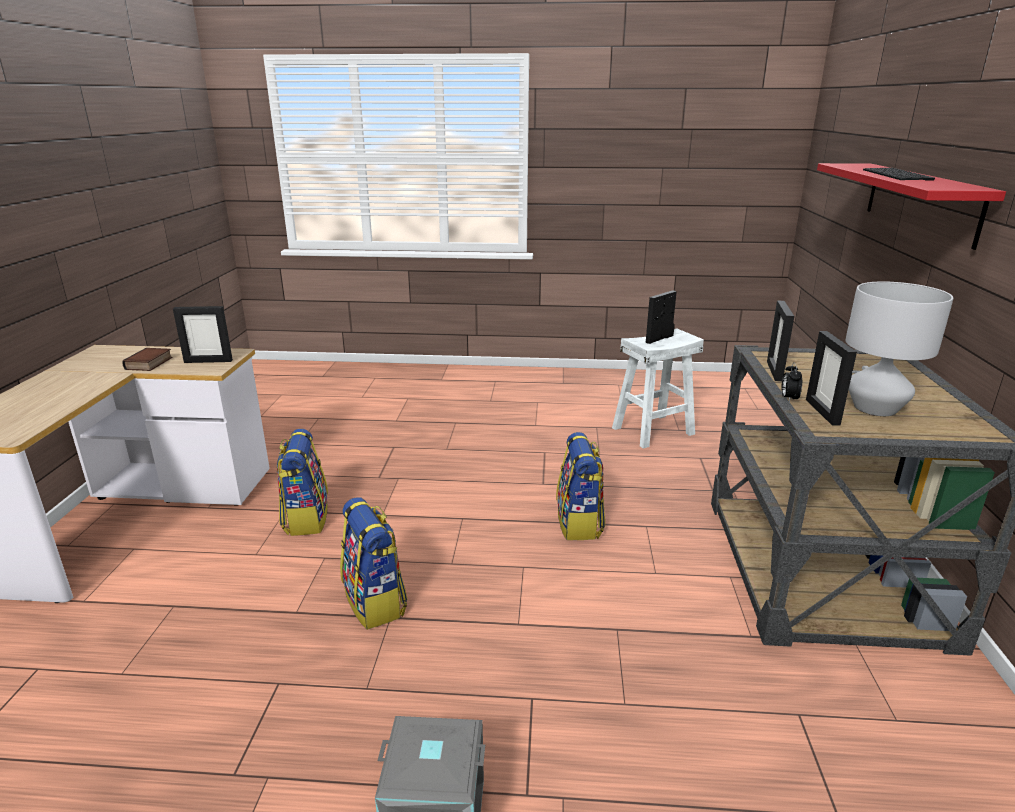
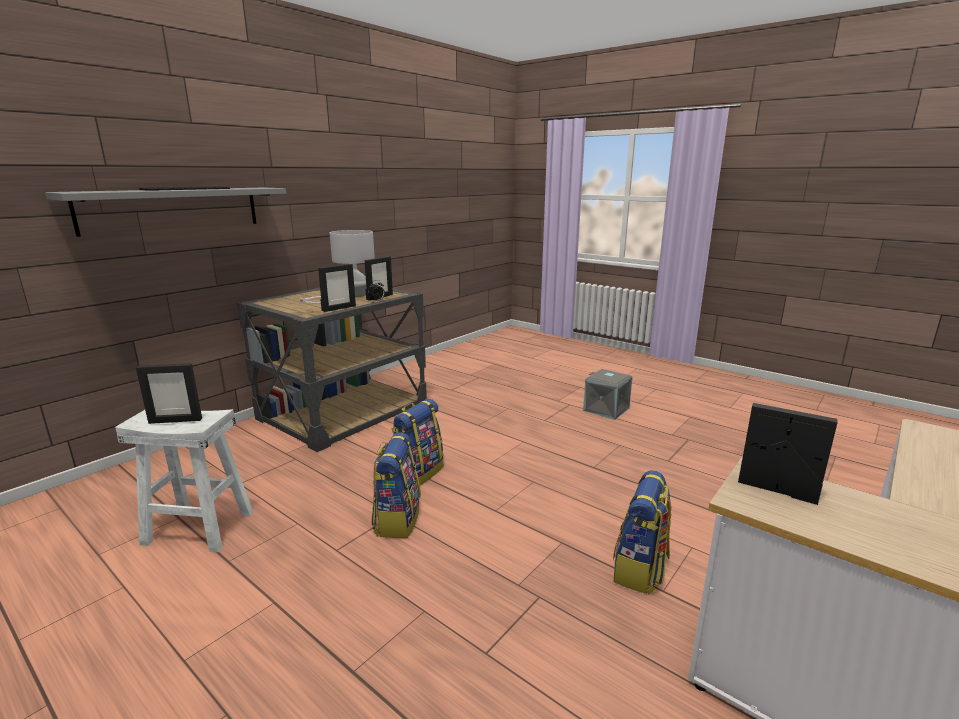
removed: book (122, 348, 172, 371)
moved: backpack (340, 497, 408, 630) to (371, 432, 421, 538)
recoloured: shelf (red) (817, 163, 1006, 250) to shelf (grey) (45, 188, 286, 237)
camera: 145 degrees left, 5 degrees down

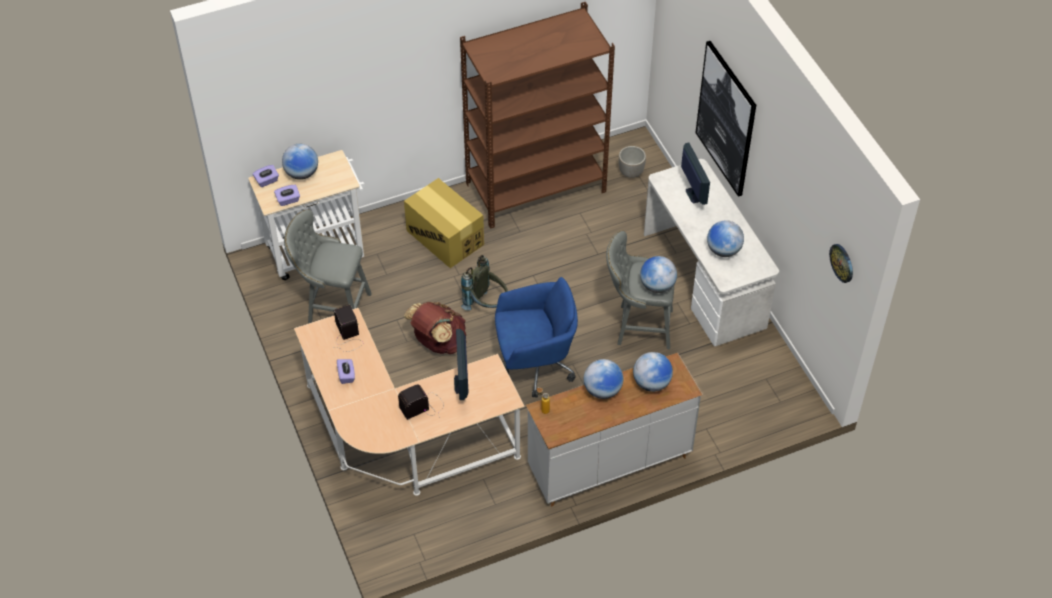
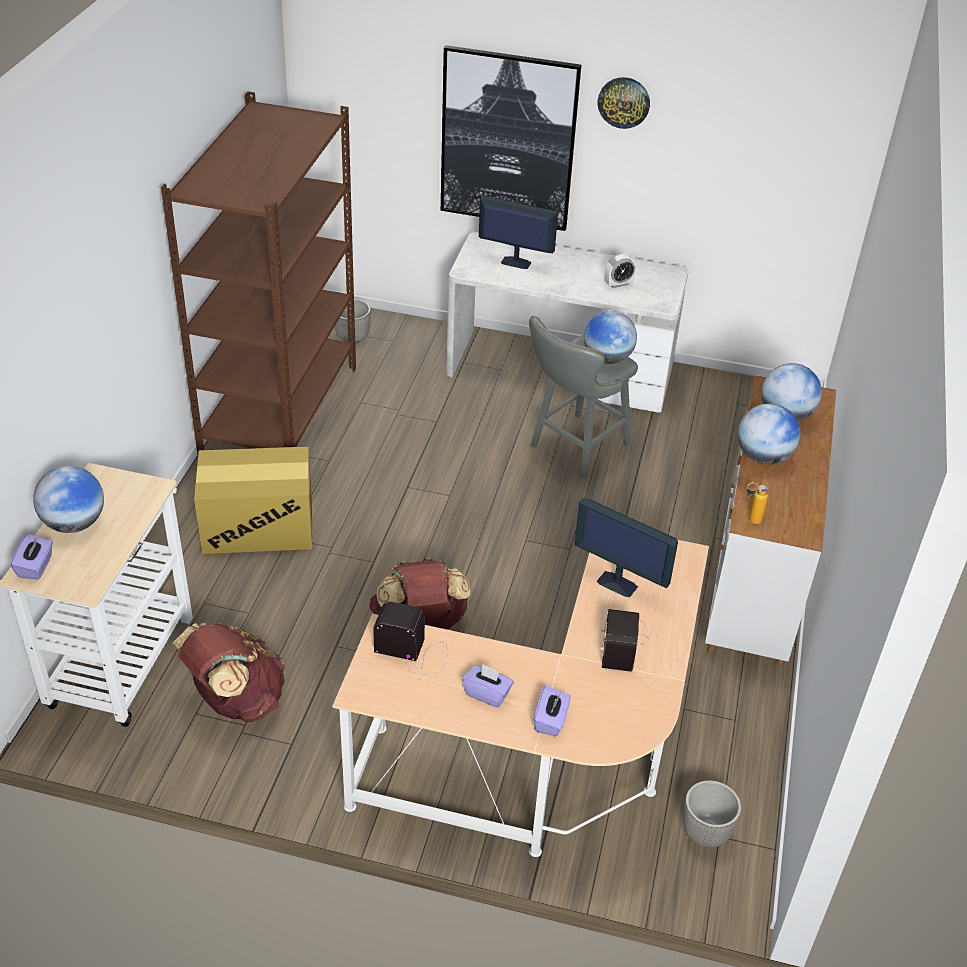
removed: backpack (grey) (461, 255, 508, 310); office chair (blue) (495, 277, 578, 398)
added: planter (683, 780, 742, 847)
moved: tissue box (purple) (274, 185, 300, 206) to (533, 685, 571, 736); wall clock (829, 244, 853, 283) to (598, 77, 650, 129)
replaced: stool (grey) (284, 210, 372, 323) to backpack (brown) (172, 623, 285, 722); globe (707, 220, 744, 257) to alarm clock (605, 254, 636, 288)
camera: 55 degrees left, 10 degrees down

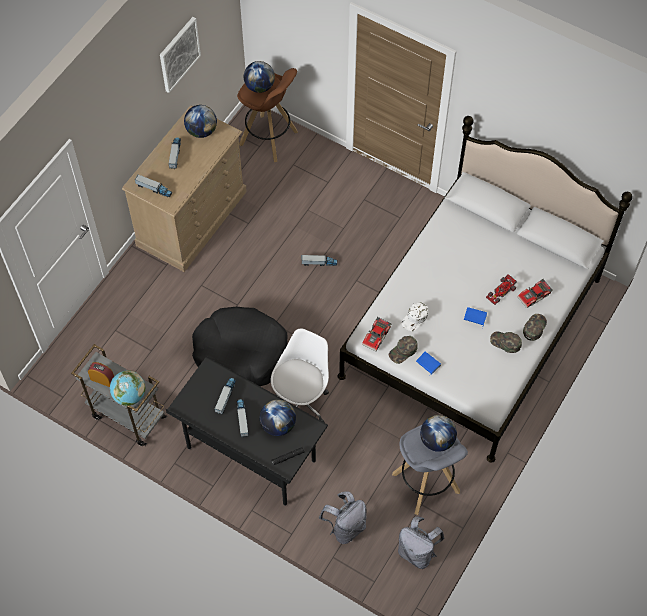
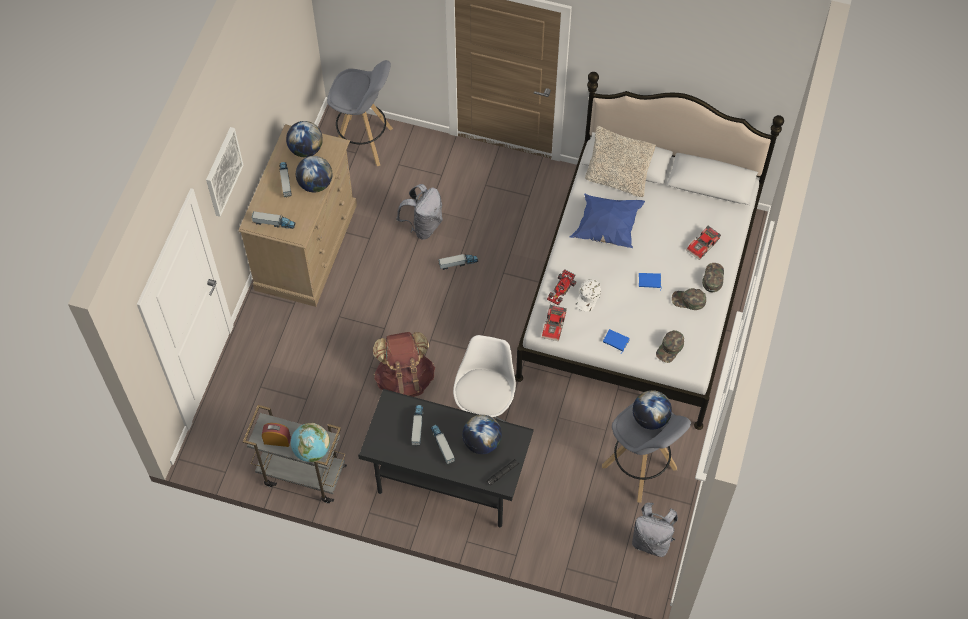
added: pillow (blue) (570, 193, 645, 248); pillow (beige) (585, 126, 656, 197)
moved: picture (160, 17, 201, 93) to (206, 127, 243, 217); globe (244, 61, 275, 93) to (296, 156, 332, 193); backpack (grey) (319, 491, 367, 544) to (396, 184, 443, 240); cap (green) (389, 336, 418, 364) to (656, 330, 684, 363); toy car (486, 274, 517, 305) to (547, 269, 576, 305)
replaced: dog bed (black) (192, 307, 288, 386) to backpack (brown) (373, 332, 435, 397)
recoloured: stool (brown) (237, 68, 298, 162) to stool (grey) (327, 60, 393, 166)
camera: 15 degrees left, 0 degrees up

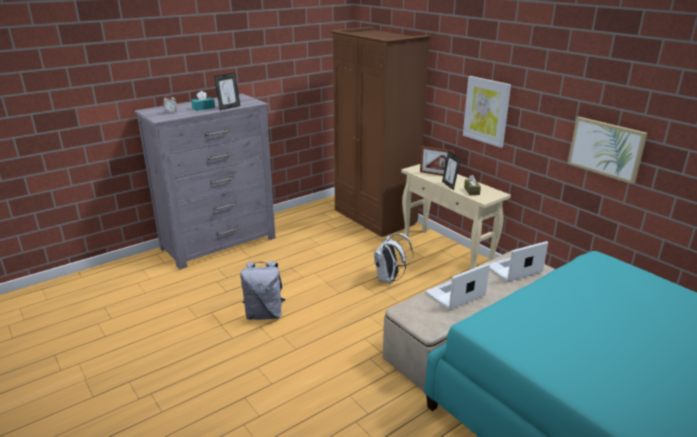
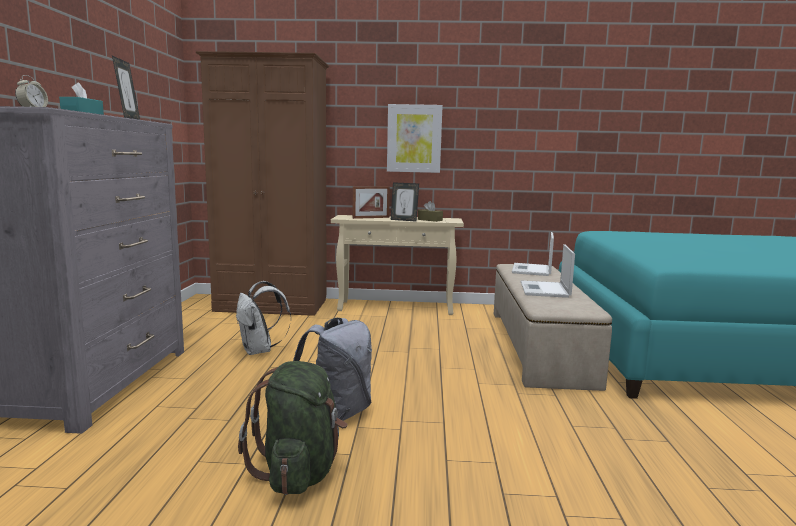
removed: picture (568, 117, 647, 184)
added: backpack (green) (238, 361, 347, 495)
moved: backpack (white) (374, 233, 413, 283) to (236, 281, 291, 355)
camera: 50 degrees left, 15 degrees down

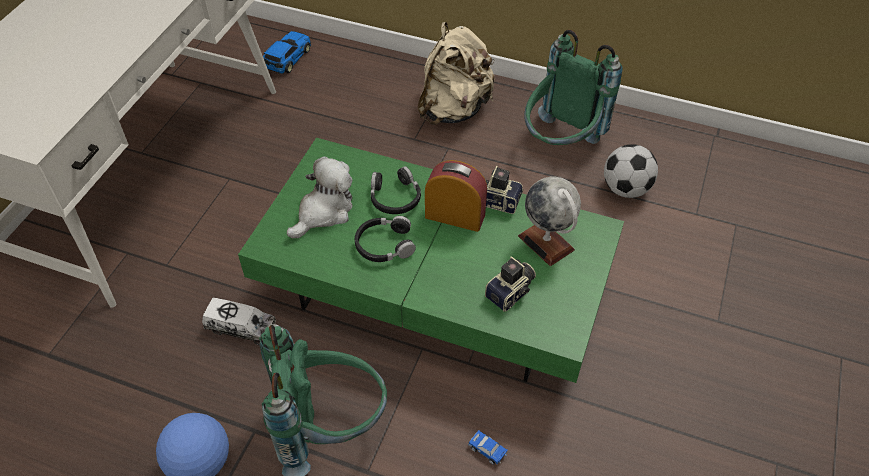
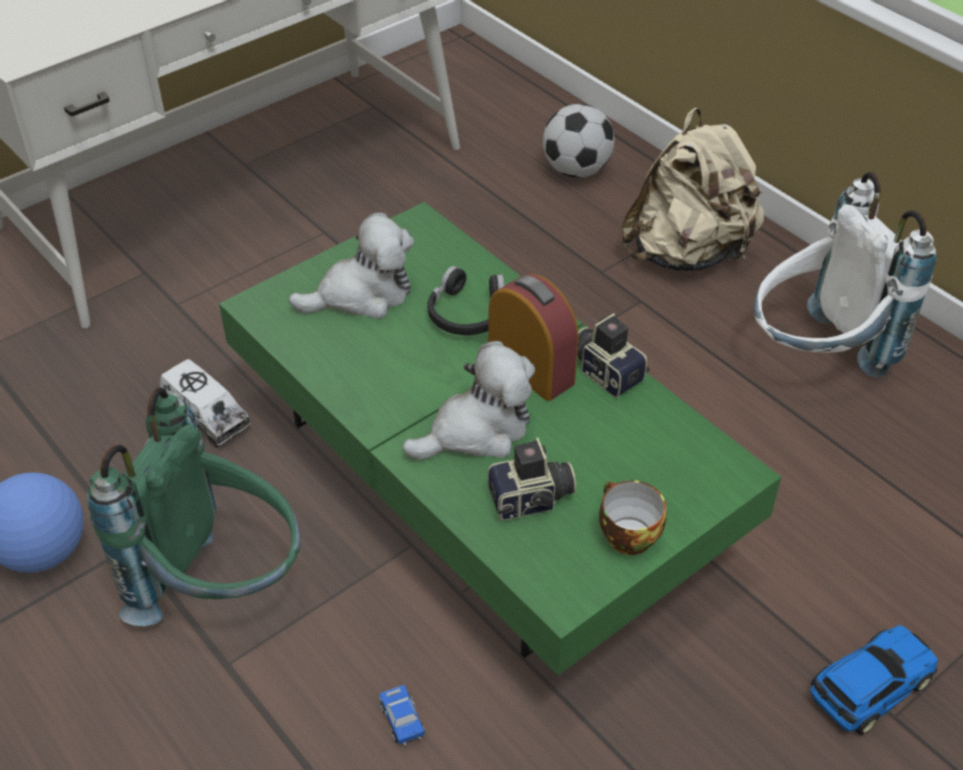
removed: headphones (black) (355, 216, 416, 262); globe (518, 177, 581, 266)
added: plush toy (402, 341, 535, 460); cup (599, 480, 666, 555)
moved: toy car (263, 31, 311, 74) to (810, 625, 938, 735); football (604, 144, 658, 198) to (543, 104, 614, 178)
recoloured: backpack (green) (524, 30, 623, 145) to backpack (white) (754, 172, 936, 378)
camera: 30 degrees right, 5 degrees down

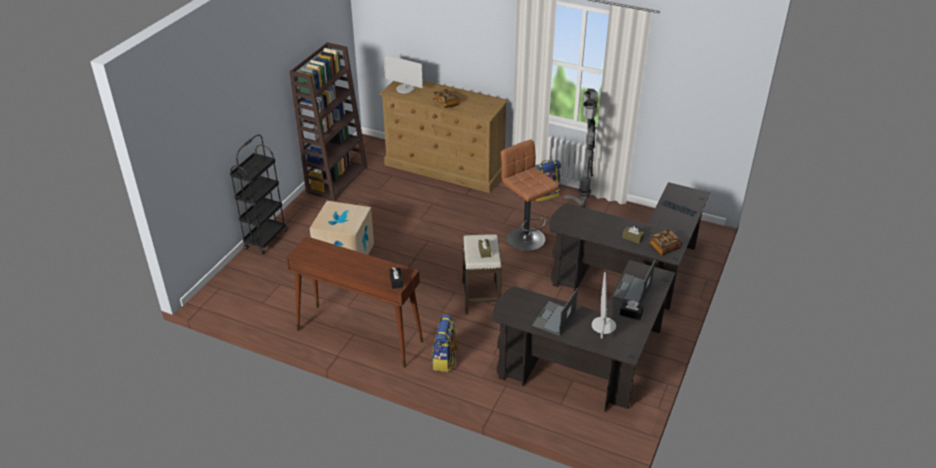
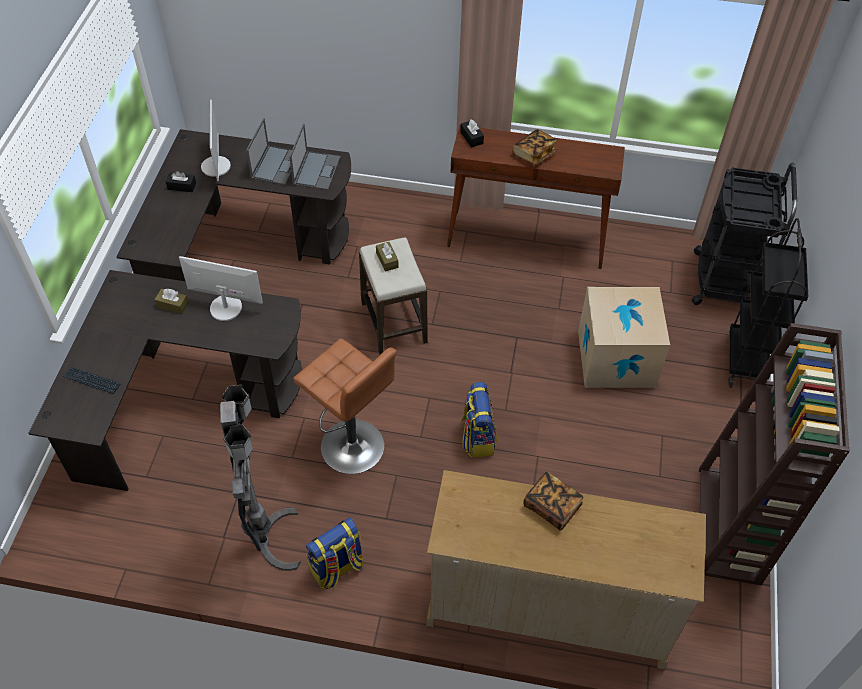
added: cart (black) (692, 162, 797, 305)
moved: monitor (384, 54, 423, 94) to (179, 256, 263, 321); backpack (431, 315, 458, 372) to (460, 382, 497, 457); laptop (613, 260, 656, 306) to (289, 124, 340, 190); book (648, 229, 682, 256) to (512, 129, 557, 165)
camera: 165 degrees right, 15 degrees up

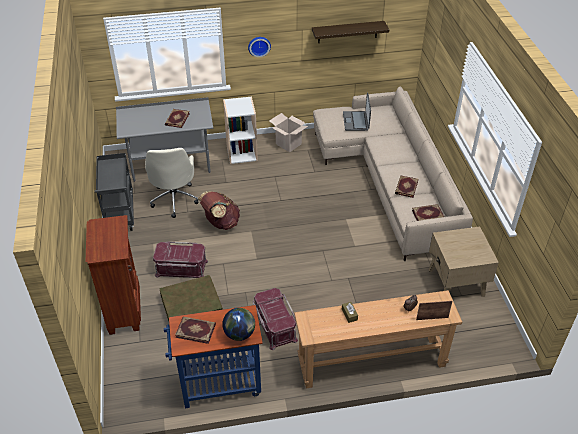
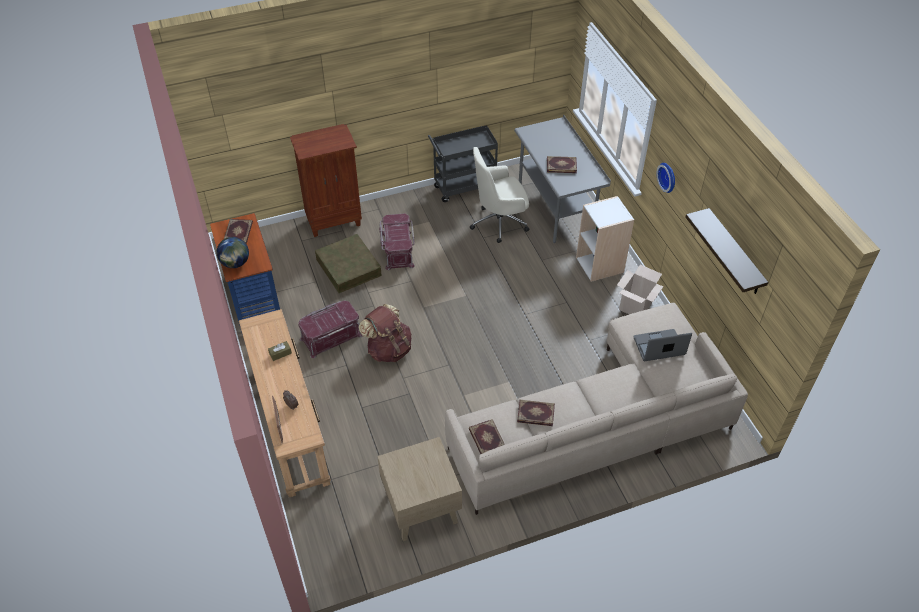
moved: backpack (brown) (197, 191, 240, 230) to (359, 304, 411, 362)
camera: 80 degrees right, 5 degrees up

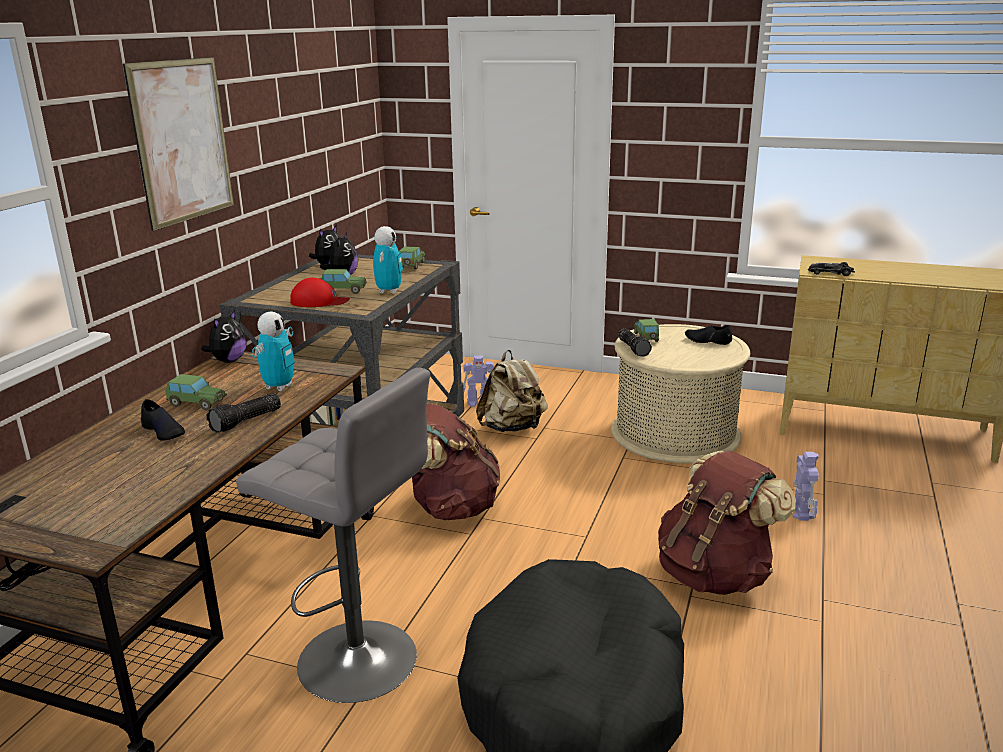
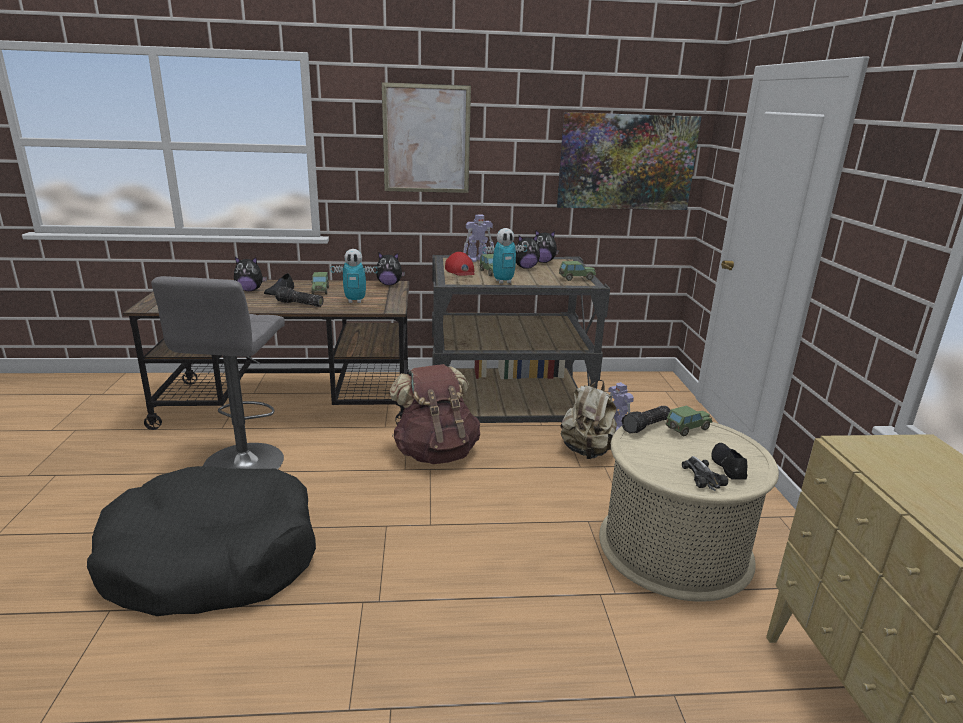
removed: backpack (brown) (658, 451, 796, 595)
added: plush toy (234, 257, 267, 291); picture (557, 112, 701, 210)
moved: toy robot (792, 452, 819, 521) to (463, 214, 494, 262); toy car (808, 262, 855, 276) to (682, 456, 728, 491)
camera: 65 degrees right, 0 degrees up

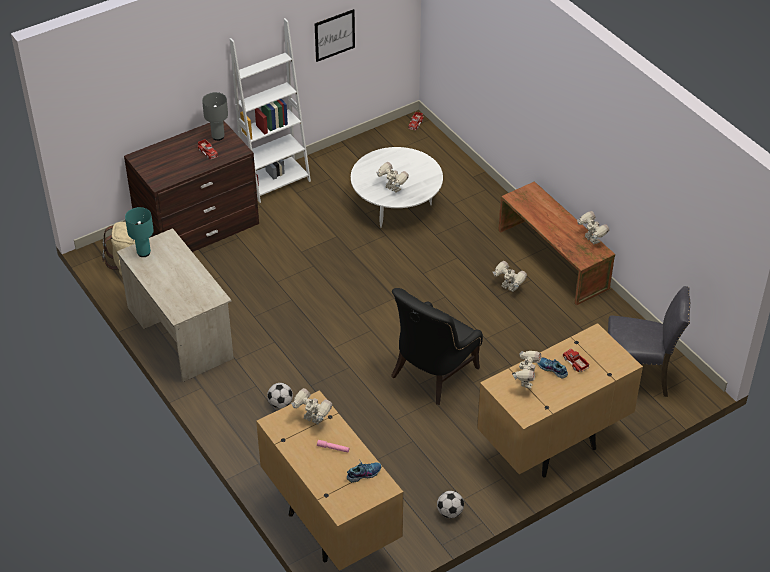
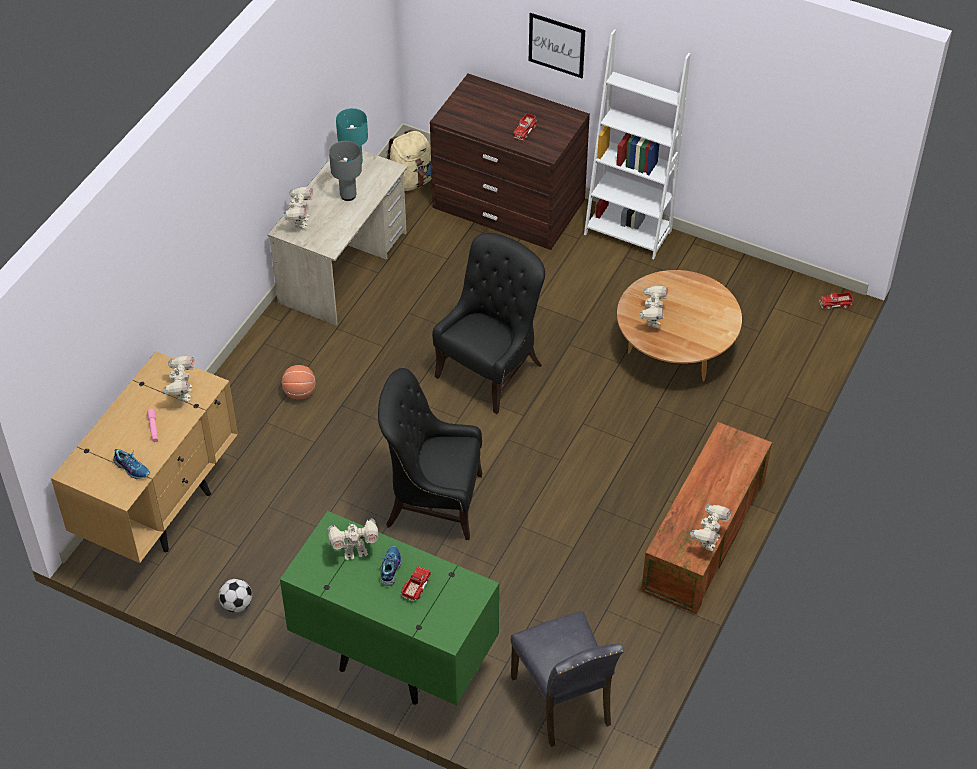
added: chair (black) (432, 233, 545, 414)
moved: table lamp (grey) (202, 92, 228, 141) to (329, 141, 362, 201); picture (315, 9, 355, 62) to (529, 13, 585, 78); toy robot (493, 261, 527, 292) to (282, 187, 313, 229)
replaced: football (267, 383, 293, 408) to basketball (282, 365, 316, 399)
recoloured: coffee table (white) (351, 147, 443, 228) to coffee table (brown) (617, 270, 742, 381); dresser (beige) (477, 323, 643, 477) to dresser (green) (280, 511, 499, 705)
camera: 60 degrees right, 5 degrees up

